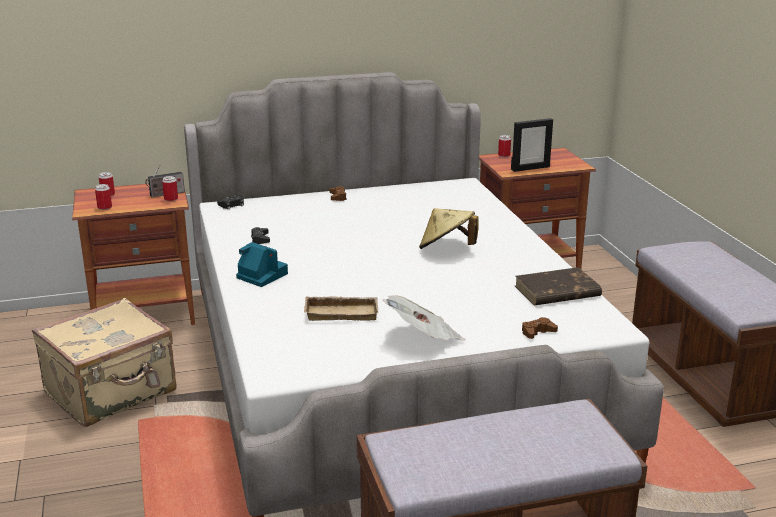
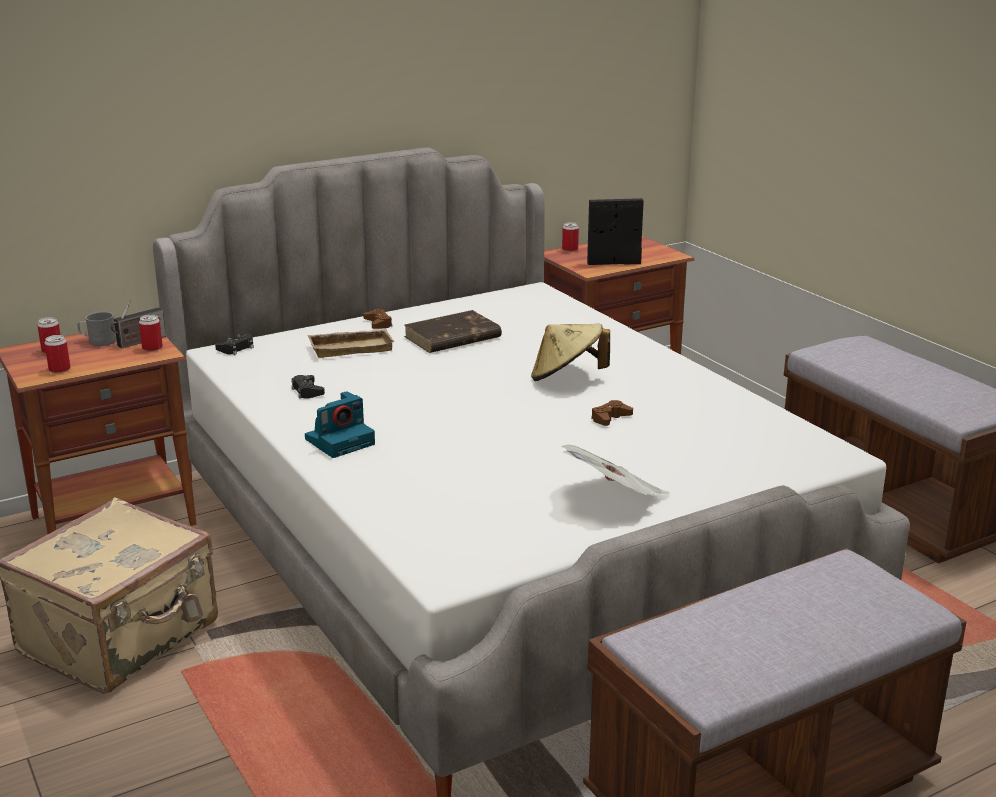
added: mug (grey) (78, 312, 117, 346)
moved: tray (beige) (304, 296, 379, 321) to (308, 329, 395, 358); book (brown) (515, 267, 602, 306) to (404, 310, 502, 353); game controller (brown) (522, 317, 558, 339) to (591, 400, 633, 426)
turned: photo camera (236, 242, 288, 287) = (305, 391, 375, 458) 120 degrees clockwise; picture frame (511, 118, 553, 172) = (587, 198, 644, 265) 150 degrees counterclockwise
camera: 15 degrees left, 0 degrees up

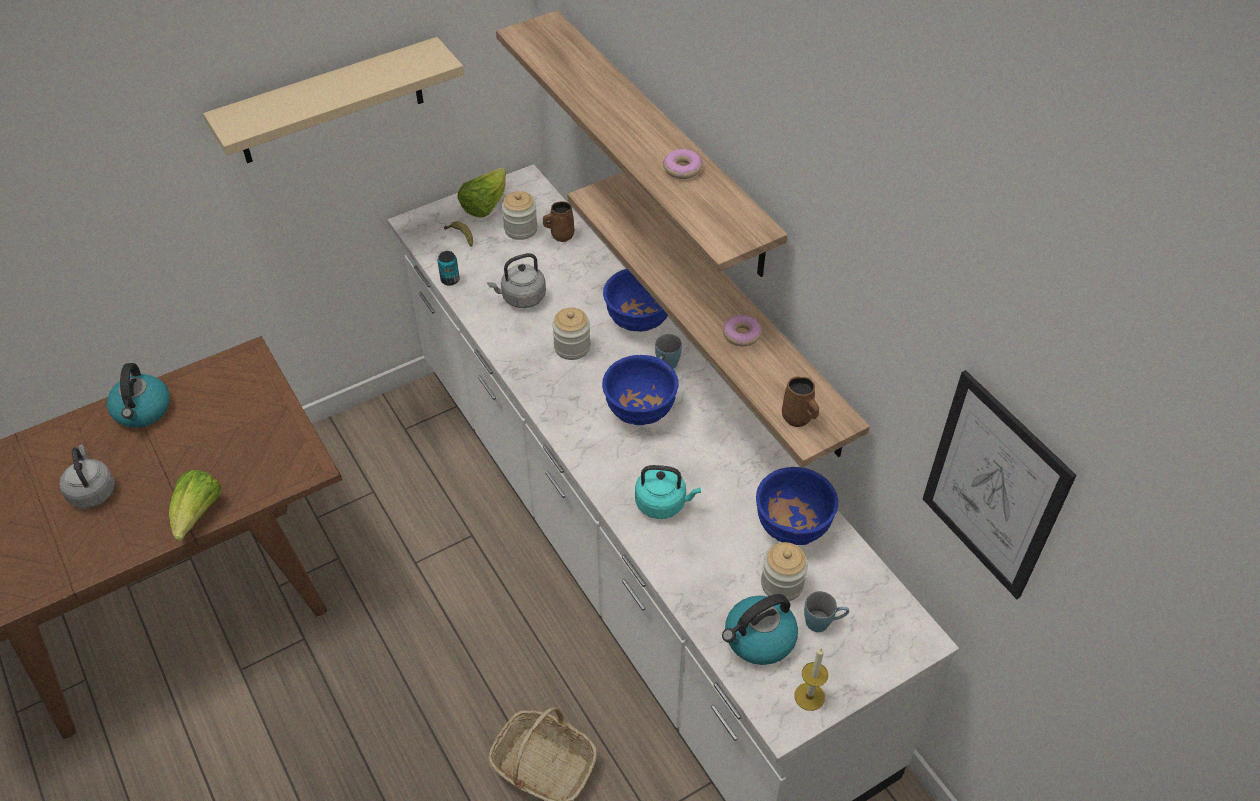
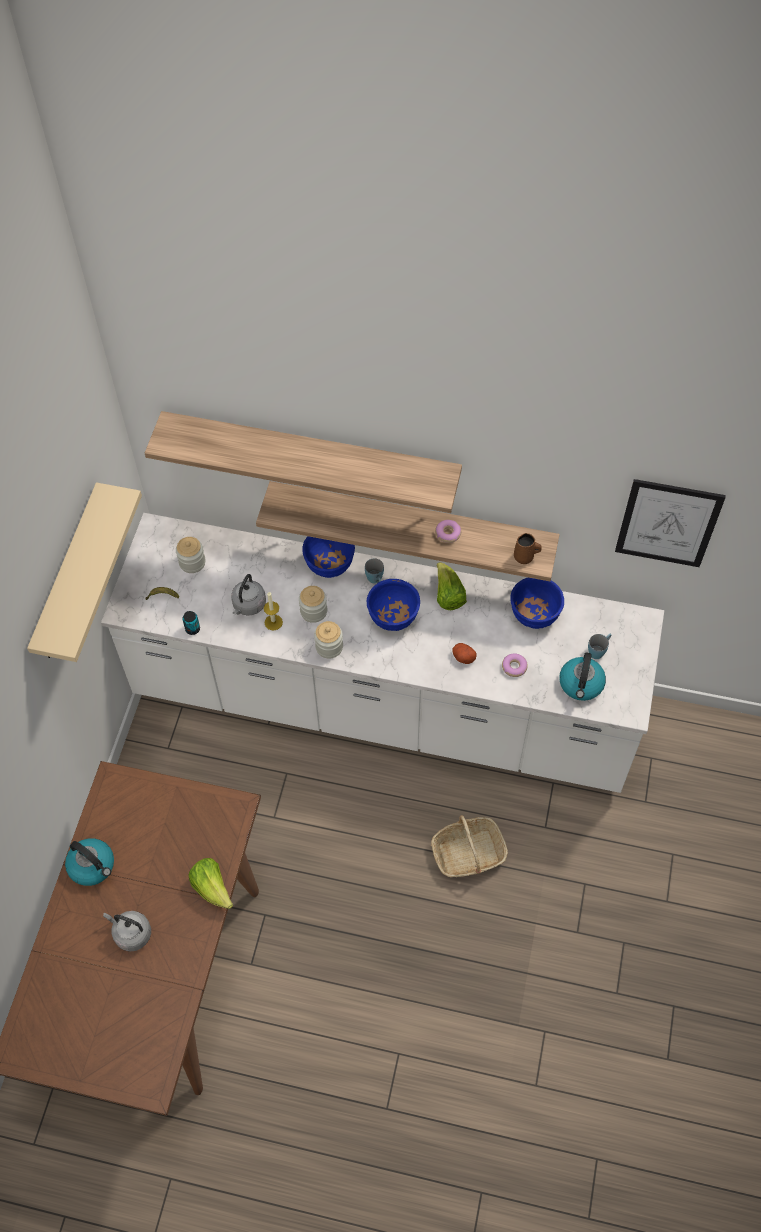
removed: mug (brown) (543, 201, 574, 242)
moved: lettuce (457, 168, 506, 217) to (437, 562, 467, 610); donut (663, 149, 703, 179) to (502, 653, 528, 677); jar (761, 542, 808, 601) to (314, 621, 343, 658); candle (794, 647, 828, 711) to (264, 592, 283, 630)
replaced: kettle (turquoise) (635, 465, 701, 519) to potato (452, 643, 477, 664)
camera: 45 degrees left, 10 degrees up

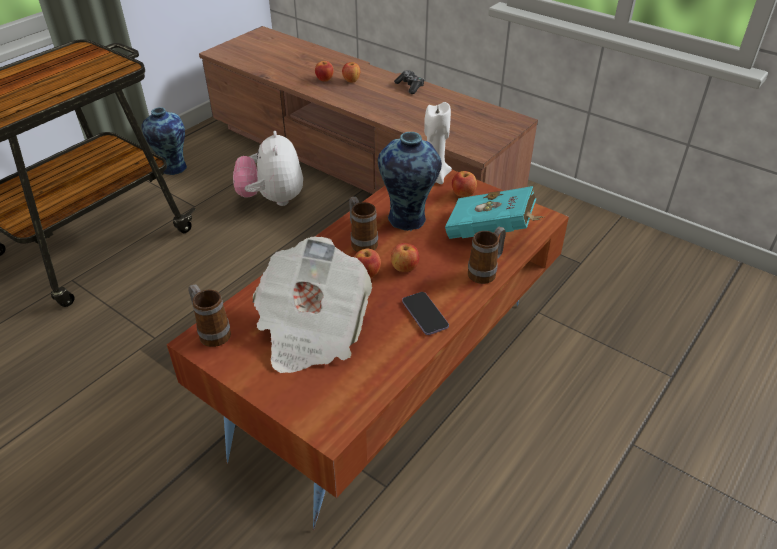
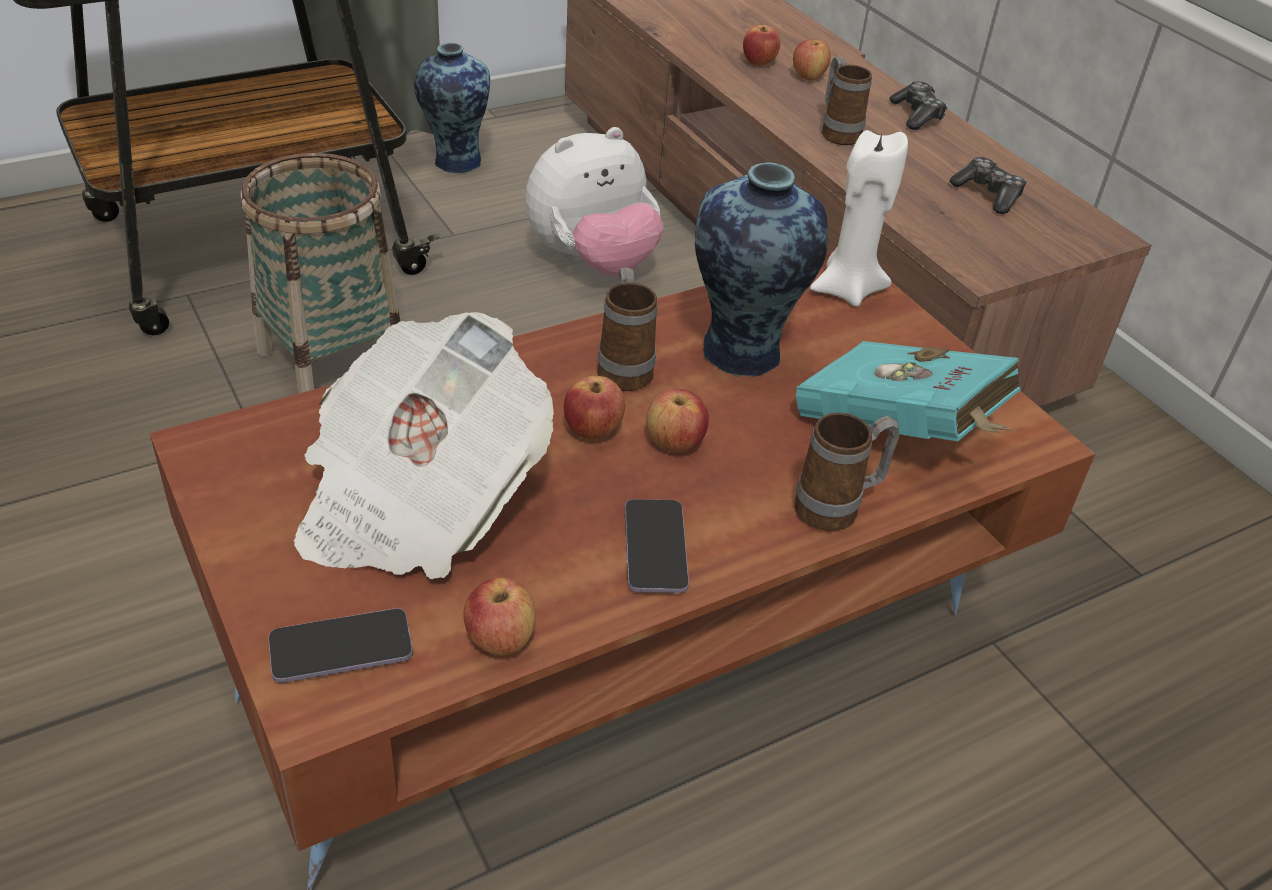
added: basket (241, 153, 400, 394); phone (268, 608, 413, 683); game controller (950, 157, 1027, 214)
moved: mug (188, 284, 231, 347) to (822, 56, 872, 145); apple (452, 171, 477, 197) to (463, 578, 536, 656)
turned: plush toy (233, 131, 303, 206) = (525, 127, 663, 276) 135 degrees counterclockwise
camera: 20 degrees right, 0 degrees up

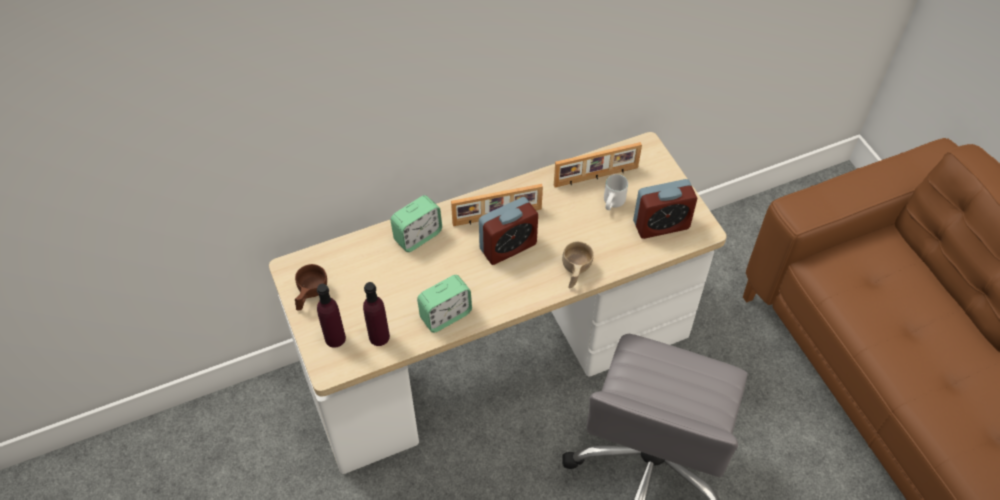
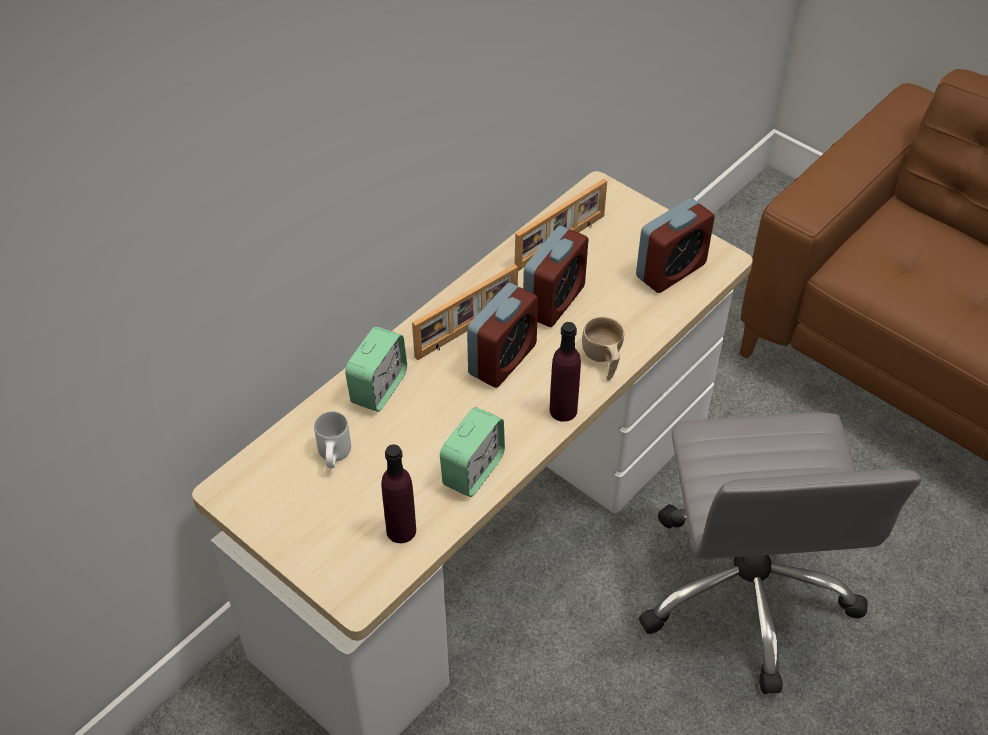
removed: cup (brown) (295, 264, 327, 311)
added: alarm clock (523, 226, 589, 327)
moved: bottle (purple) (317, 284, 346, 348) to (549, 322, 581, 422); mug (white) (604, 174, 628, 210) to (314, 411, 351, 468)
camera: 25 degrees left, 5 degrees down

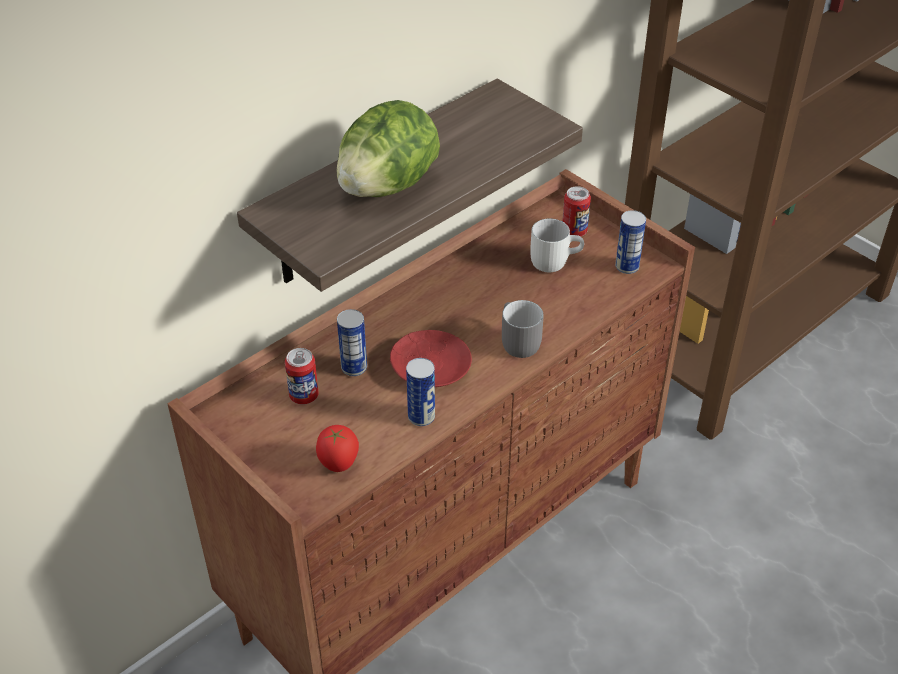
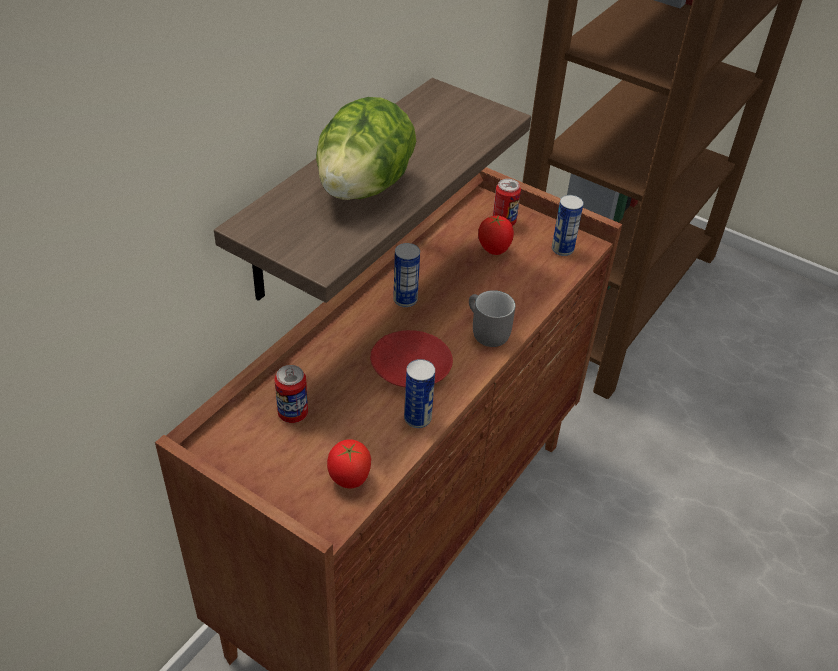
moved: can (337, 309, 367, 376) to (393, 243, 420, 307)
replaced: mug (white) (530, 219, 584, 272) to tomato (478, 215, 514, 255)
camera: 15 degrees left, 0 degrees up

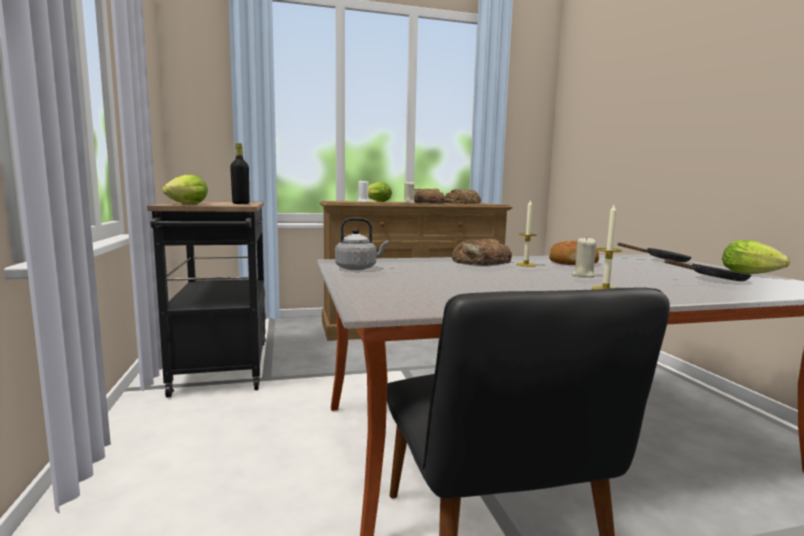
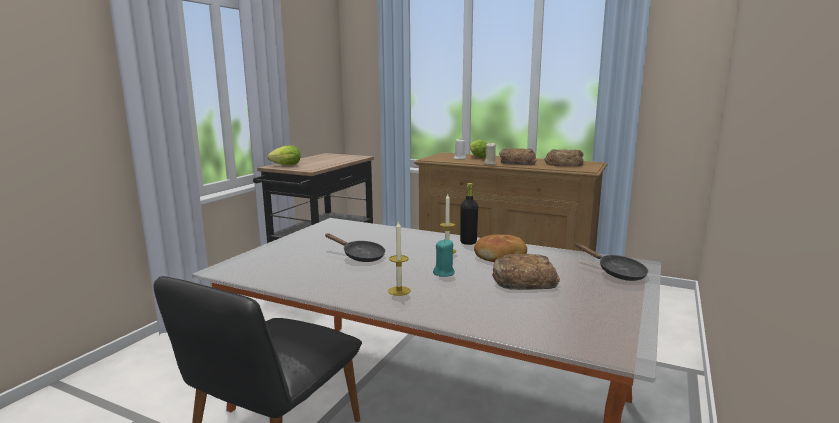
removed: kettle (grey) (335, 217, 389, 270); lettuce (722, 240, 790, 274)
moved: bottle (black) (230, 143, 249, 204) to (460, 183, 478, 245); bread (452, 238, 512, 266) to (492, 254, 560, 290); frying pan (black) (664, 259, 752, 281) to (325, 233, 385, 262)
recoloured: candle (beige) (572, 236, 596, 277) to candle (turquoise) (433, 239, 455, 277)
camera: 40 degrees right, 5 degrees up

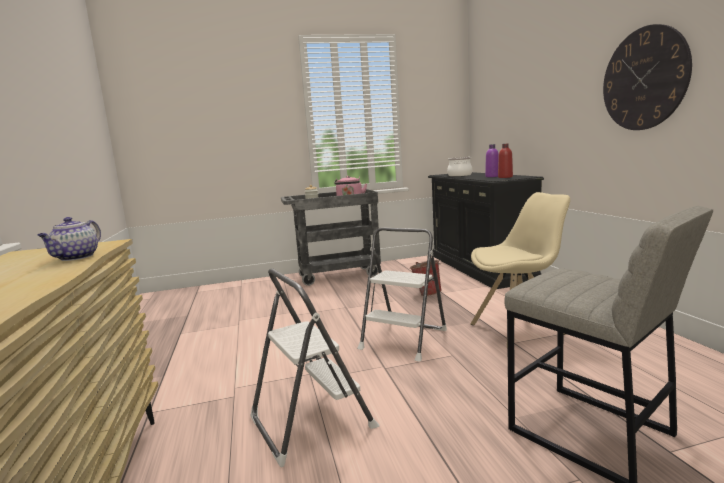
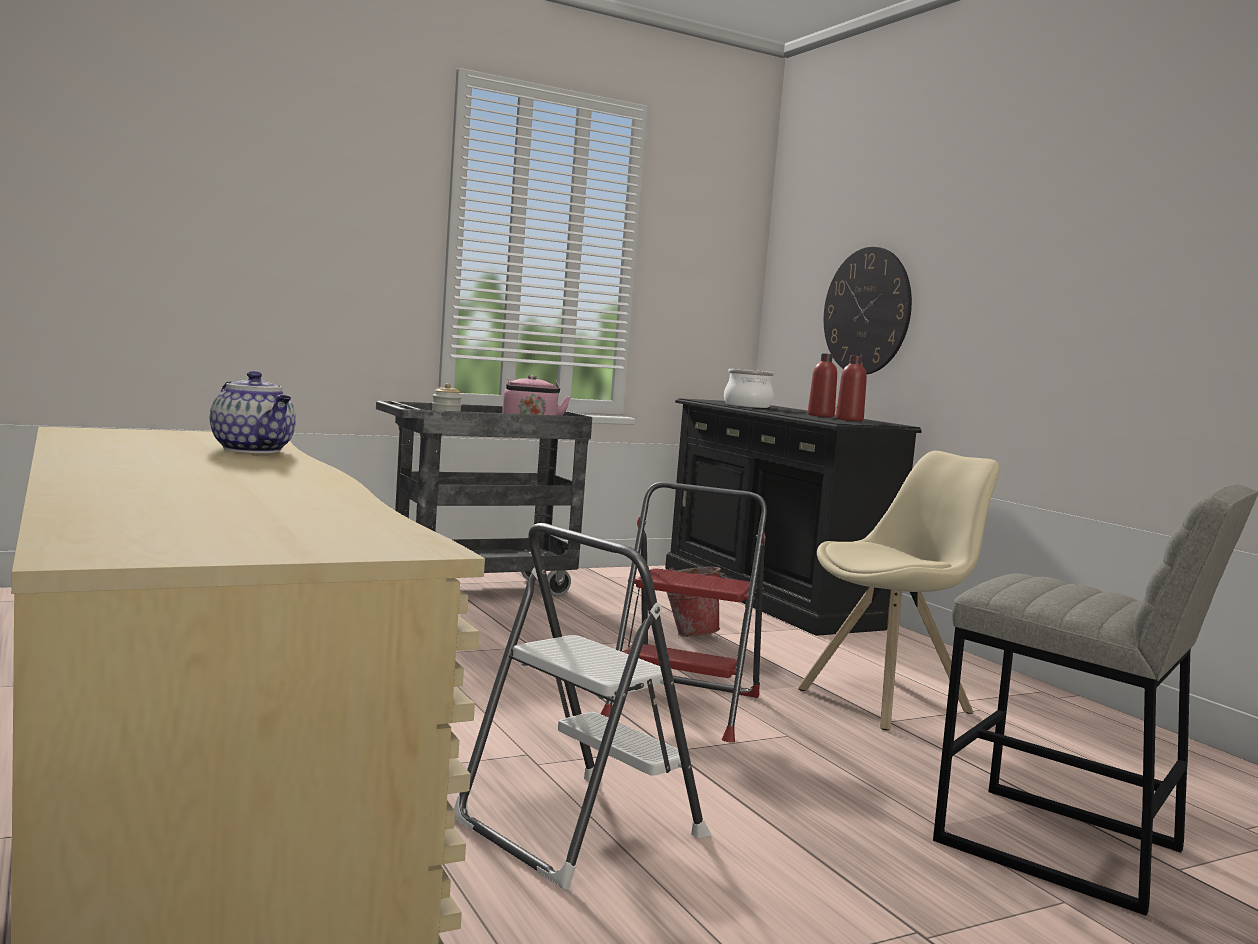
moved: wall clock (603, 24, 692, 130) to (824, 247, 912, 374)
recoloured: step ladder (white) (357, 228, 447, 361) to step ladder (red) (601, 482, 767, 743); bottle (purple) (485, 144, 499, 177) to bottle (red) (808, 353, 837, 417)
turned: teapot (37, 217, 101, 261) = (210, 371, 296, 453) 45 degrees counterclockwise
camera: 15 degrees left, 5 degrees down

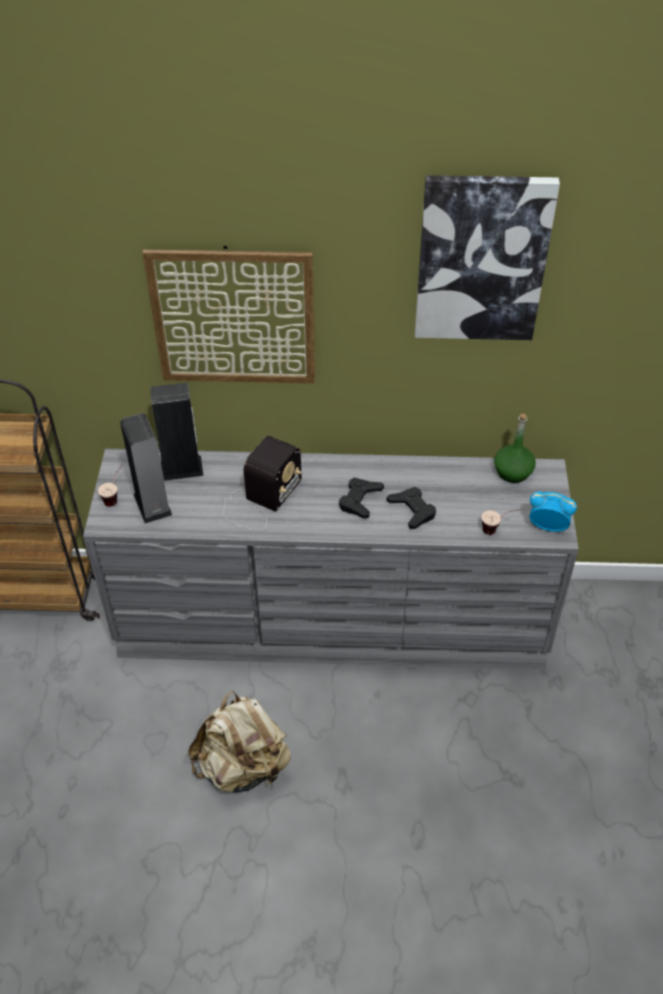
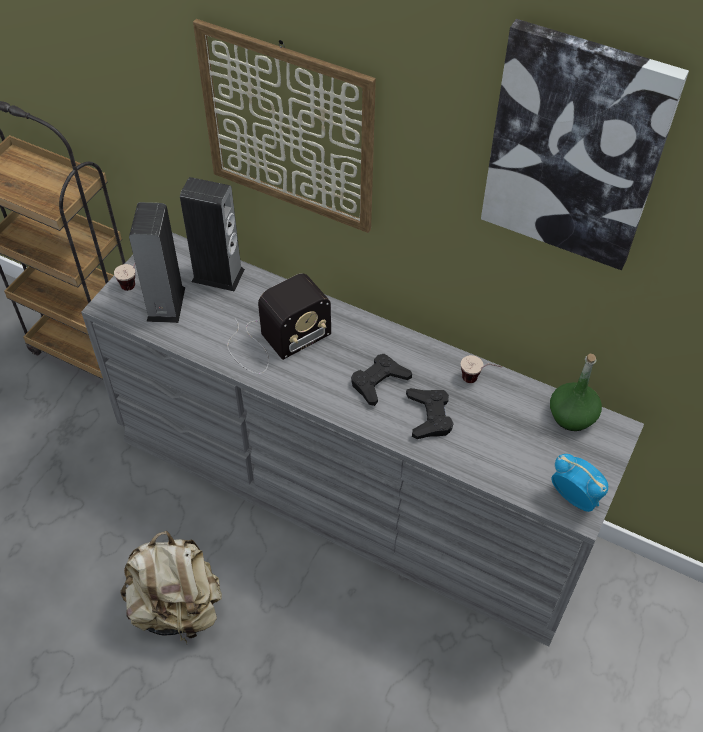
moved: cup (481, 510, 519, 535) to (461, 355, 502, 383)
camera: 25 degrees right, 5 degrees up

